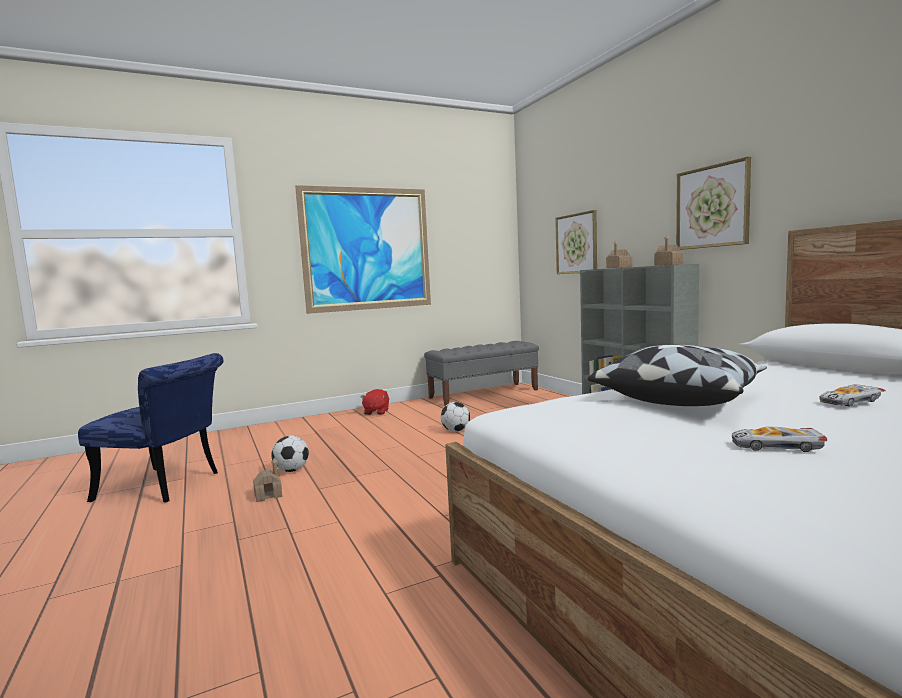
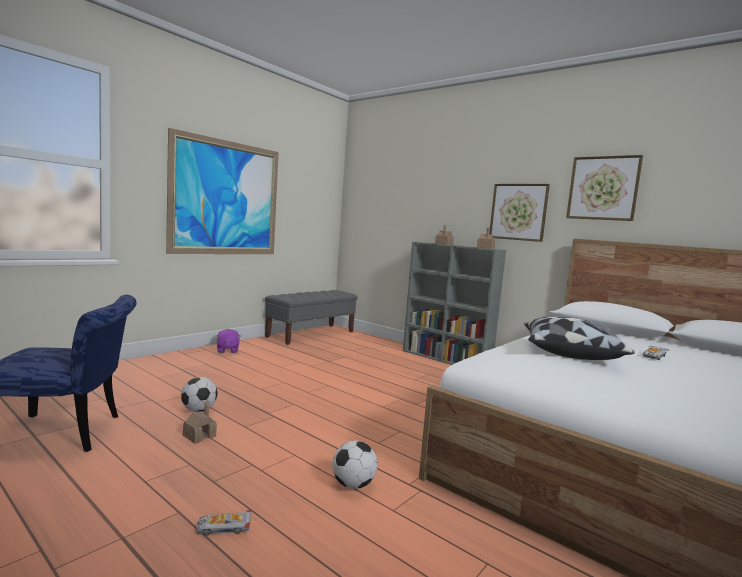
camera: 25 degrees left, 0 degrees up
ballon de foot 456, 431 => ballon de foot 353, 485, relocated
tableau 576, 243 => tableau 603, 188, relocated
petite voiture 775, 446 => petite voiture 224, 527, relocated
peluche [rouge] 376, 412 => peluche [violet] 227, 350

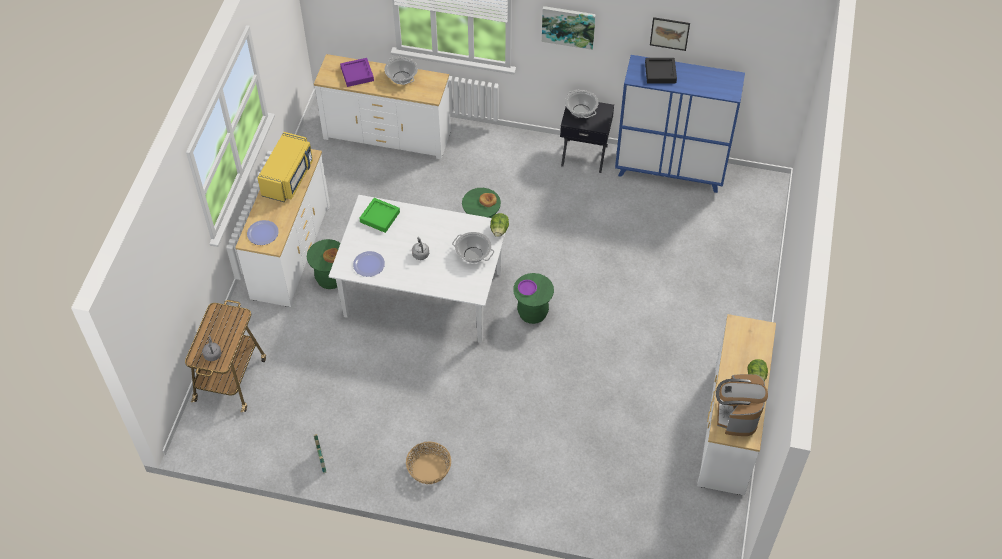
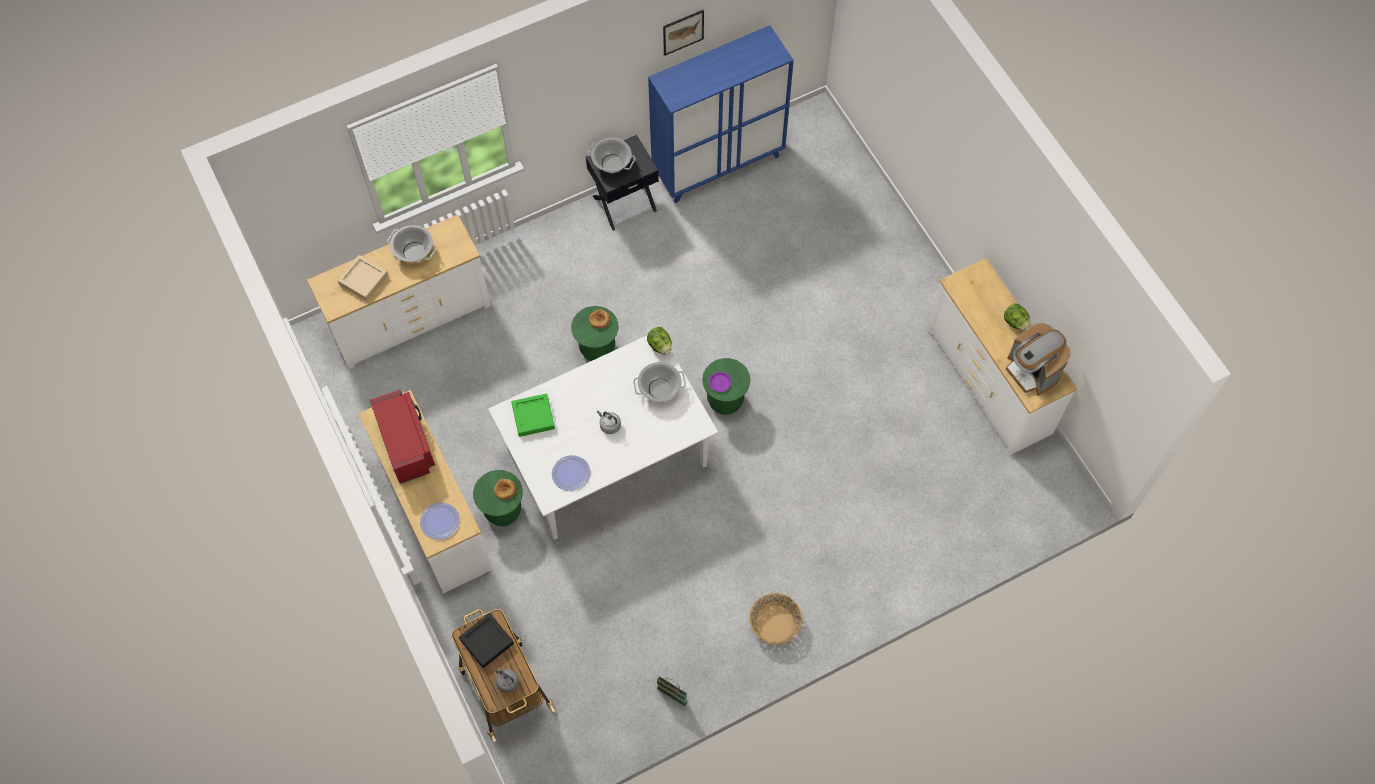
camera: 40 degrees left, 10 degrees up
tableau 568, 26 => nothing
plateau [noir] 660, 73 => plateau [noir] 486, 641, relocated
micro-ondes [jaune] 288, 178 => micro-ondes [rouge] 406, 444
plateau [violet] 357, 74 => plateau [beige] 363, 280

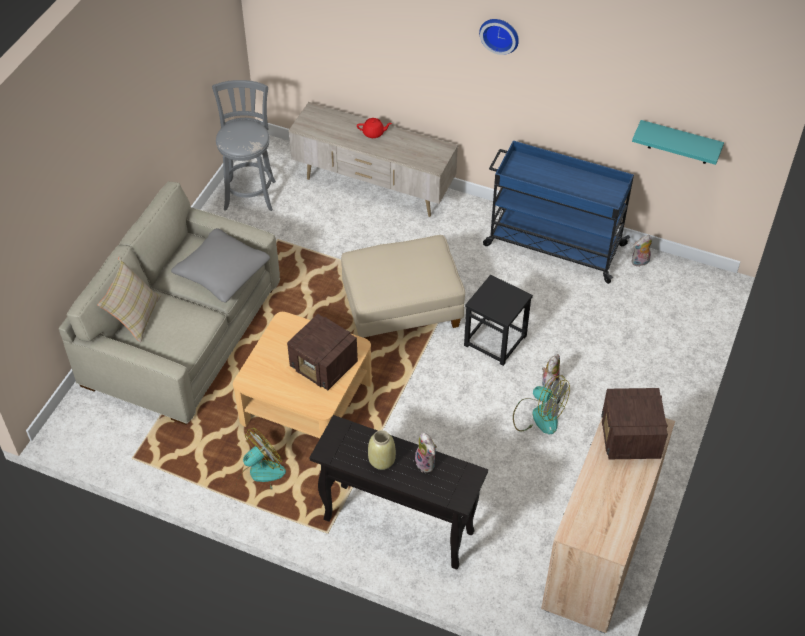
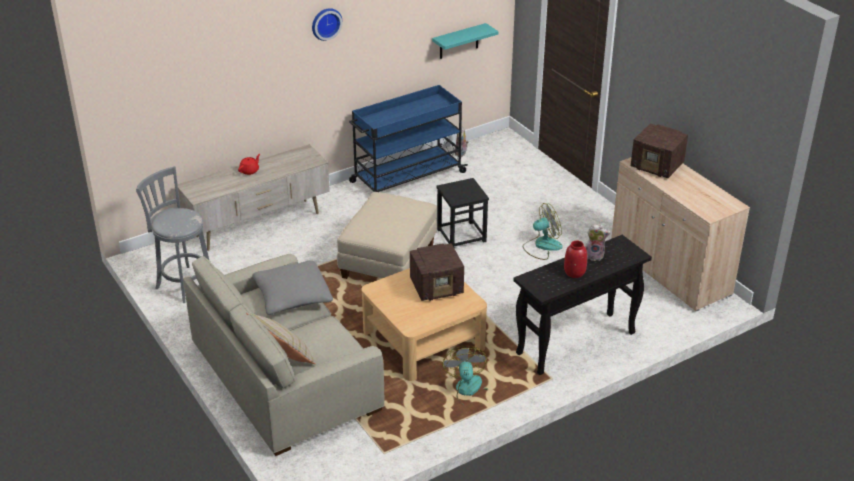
camera: 55 degrees left, 15 degrees down
peluche 549, 382 => nothing
vase [beige] 381, 460 => vase [rouge] 574, 273

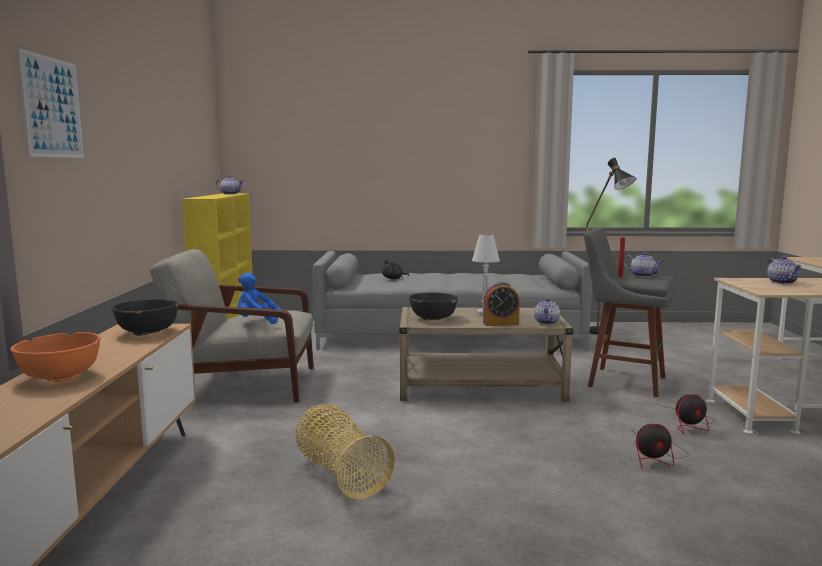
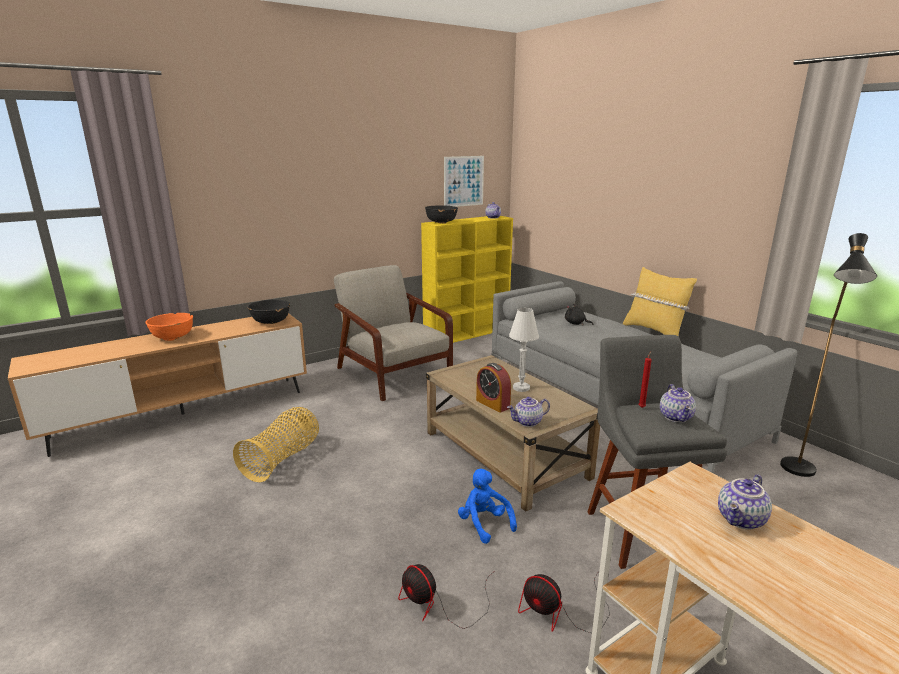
camera: 55 degrees right, 10 degrees up
nothing => coussin [jaune] 654, 331
tableau 52, 107 => tableau 463, 181, relocated
peluche [bleu] 257, 321 => peluche [bleu] 484, 523, relocated
bol [noir] 433, 318 => bol [noir] 441, 222, relocated

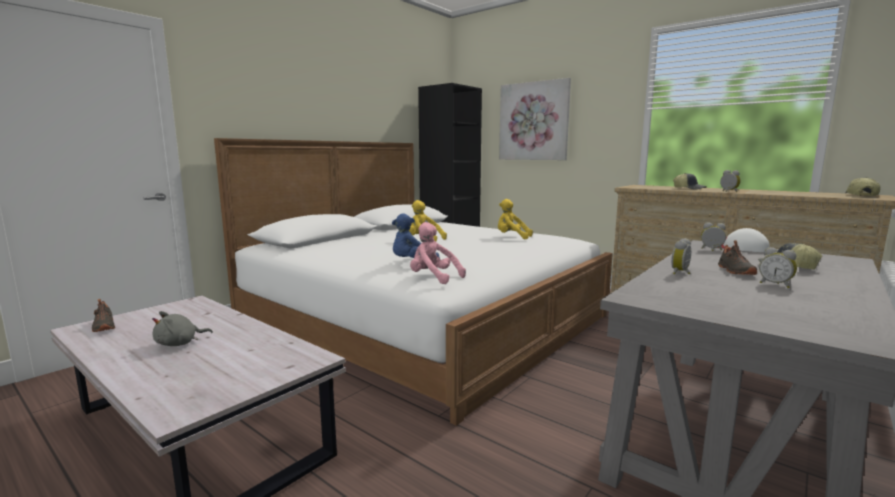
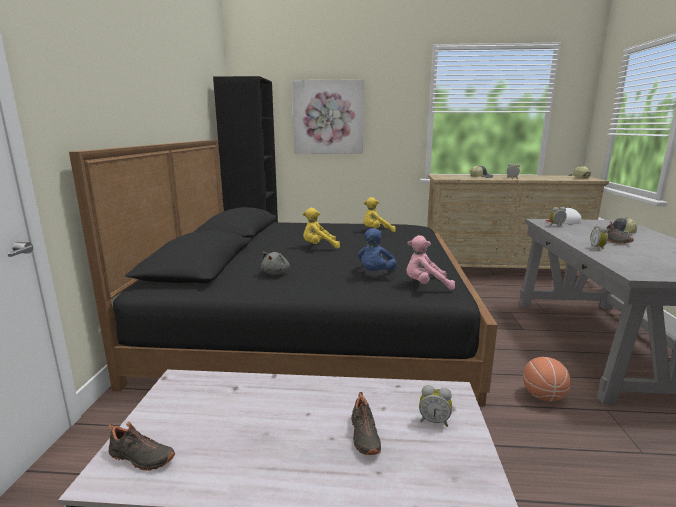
camera: 35 degrees left, 5 degrees up
nothing => chaussure [noir] 363, 436
nothing => ballon de basket 543, 396
peluche [gris] 179, 343 => peluche [gris] 276, 273, relocated
réveil 775, 285 => réveil 434, 421, relocated
lit [blanc] 423, 318 => lit [noir] 314, 322

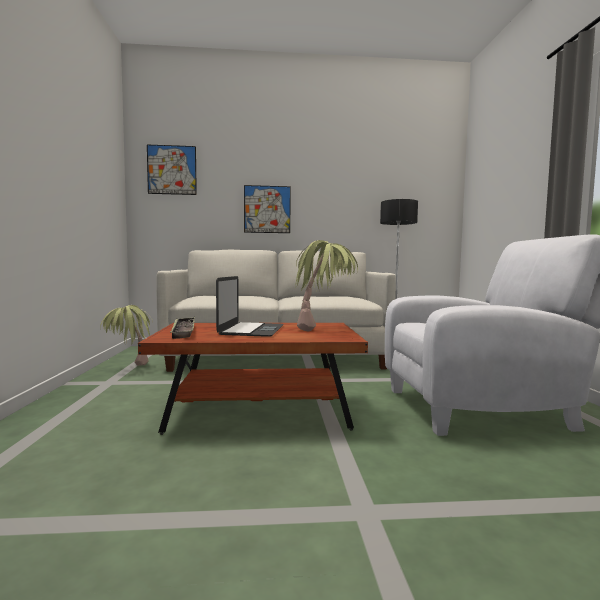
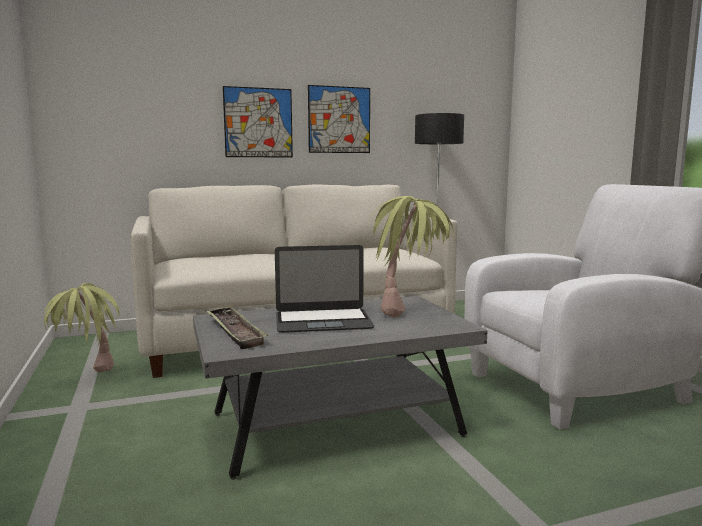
camera: 15 degrees left, 5 degrees up
tableau 172, 170 => tableau 339, 120, relocated
table basse [marron] 259, 411 => table basse [gris] 334, 425
ordinateur portable 252, 330 => ordinateur portable 323, 320, 90 degrees clockwise

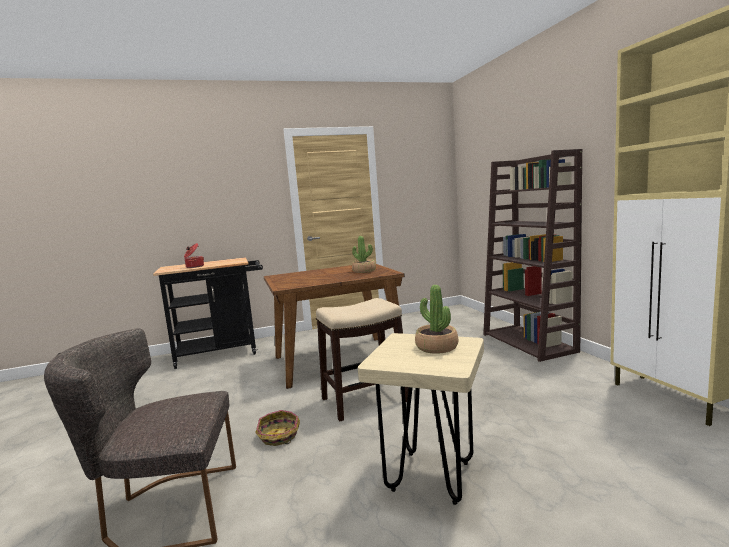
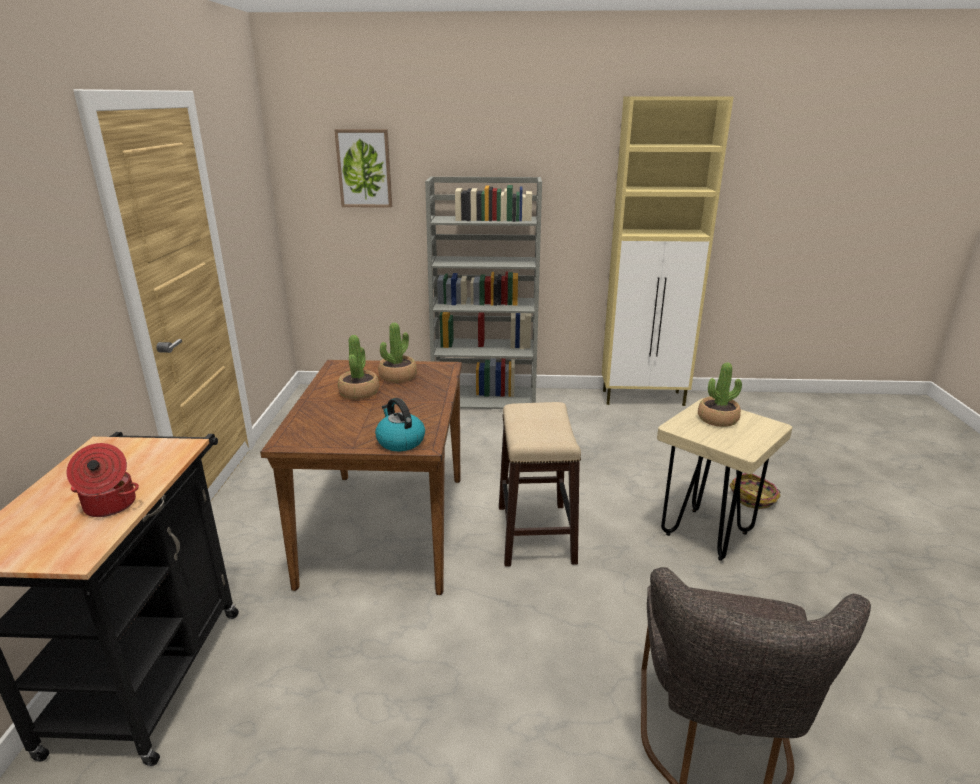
camera: 70 degrees left, 15 degrees up
nothing => tableau 364, 168
nothing => plante en pot 359, 392
nothing => bouilloire 400, 441
panier 279, 436 => panier 754, 499, relocated
bibliothèque [marron] 529, 343 => bibliothèque [gris] 486, 399

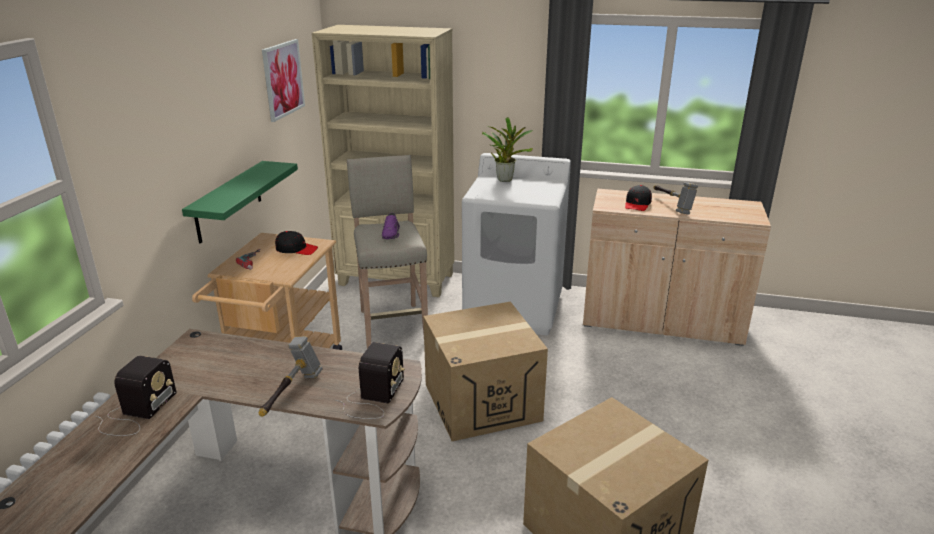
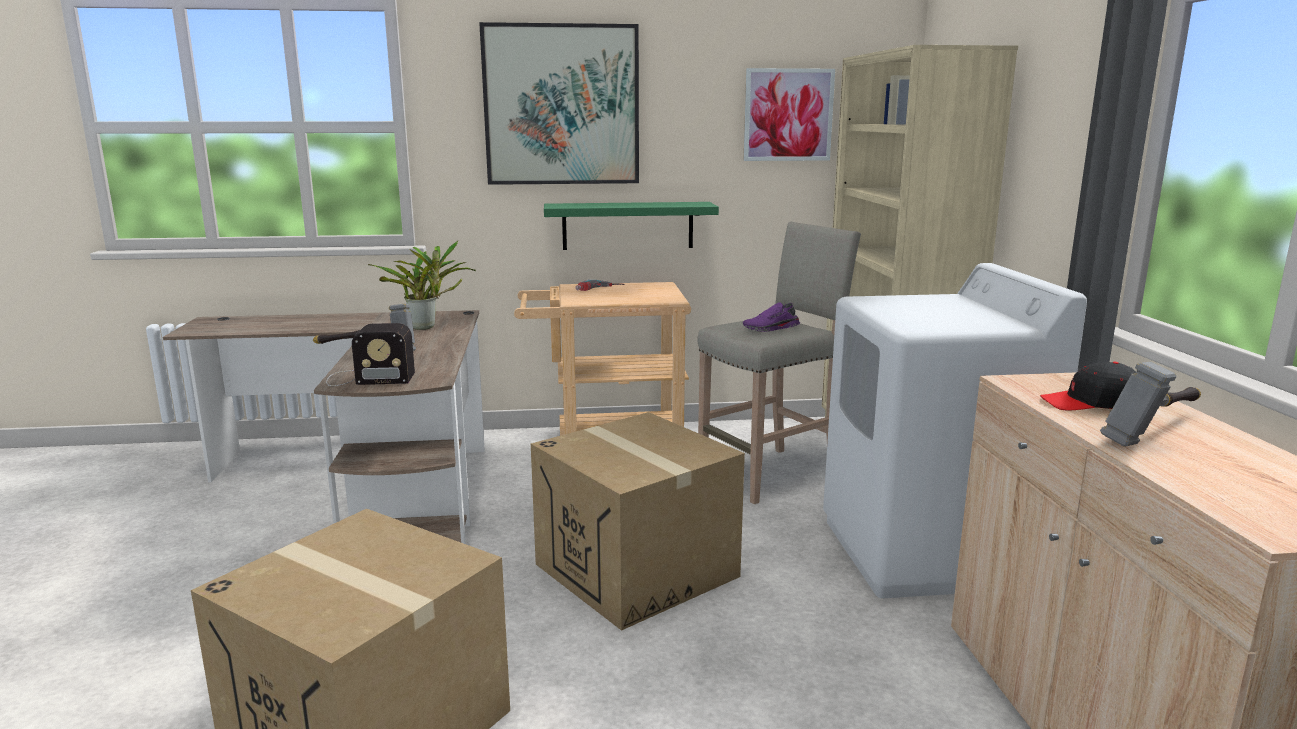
camera: 70 degrees right, 10 degrees down
radio 136, 413 => nothing
casquette [noir] 296, 249 => nothing
nothing => tableau 561, 105
plante en pot 505, 179 => plante en pot 426, 327, relocated

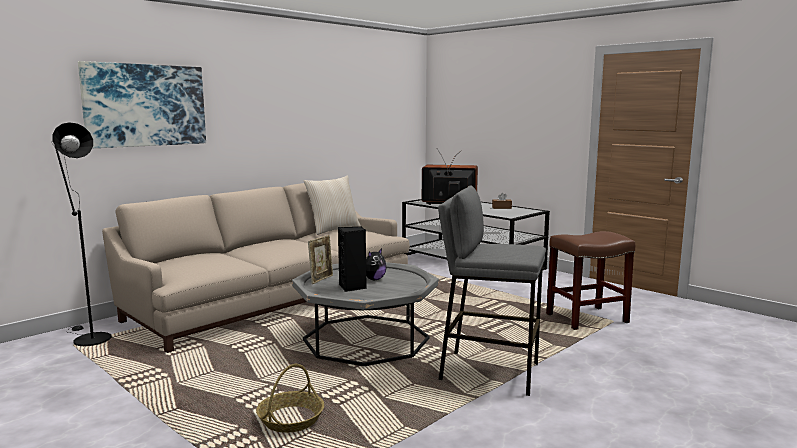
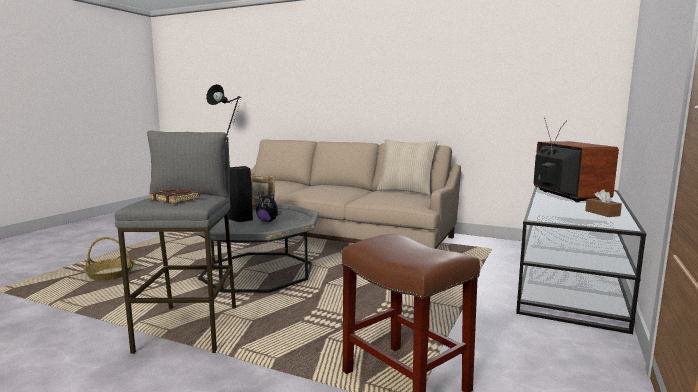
camera: 70 degrees right, 0 degrees up
tableau 145, 105 => nothing
nothing => livre [marron] 176, 199

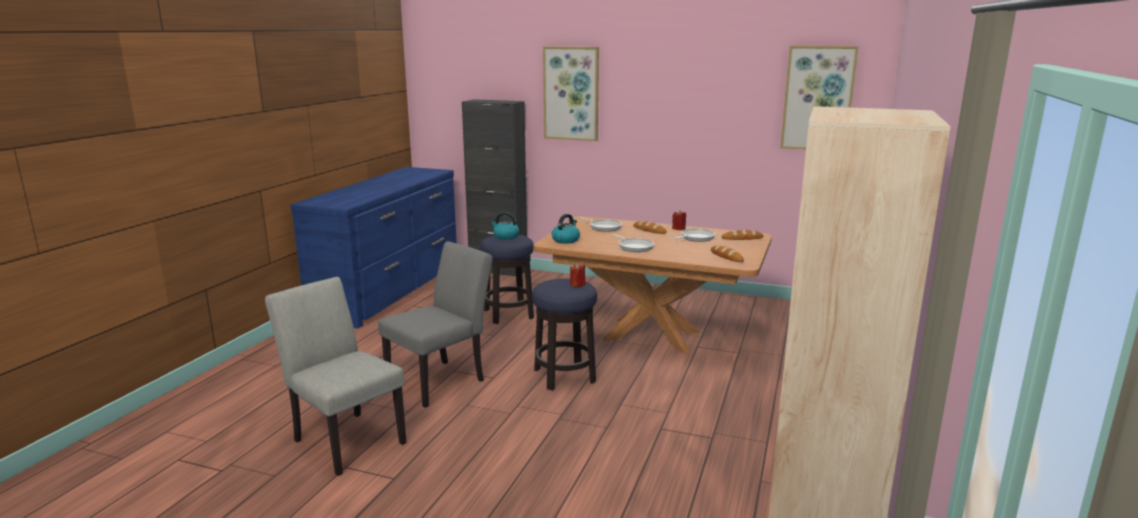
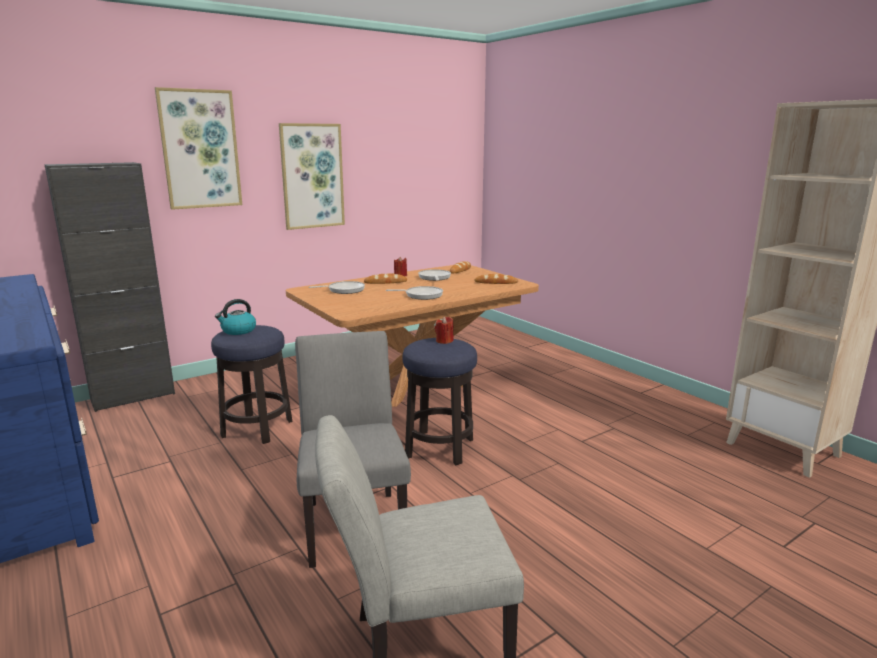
camera: 55 degrees left, 0 degrees up
bouilloire 566, 240 => nothing
tableau 818, 98 => tableau 312, 176, relocated

